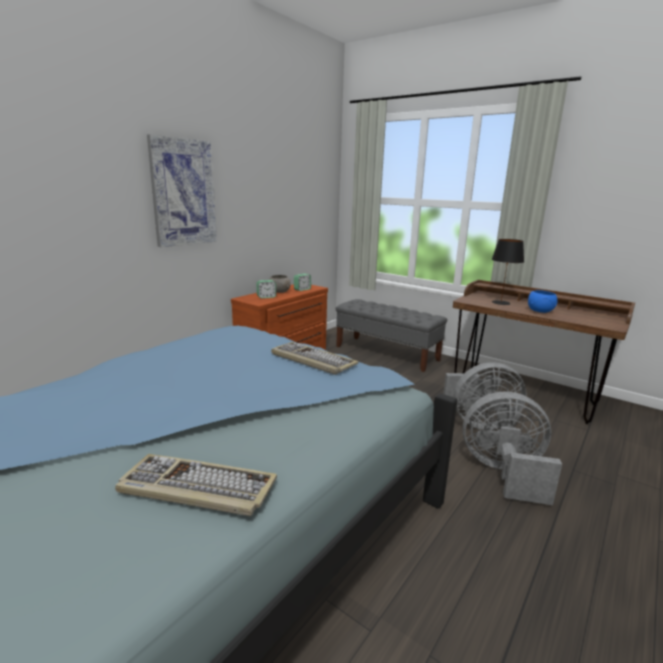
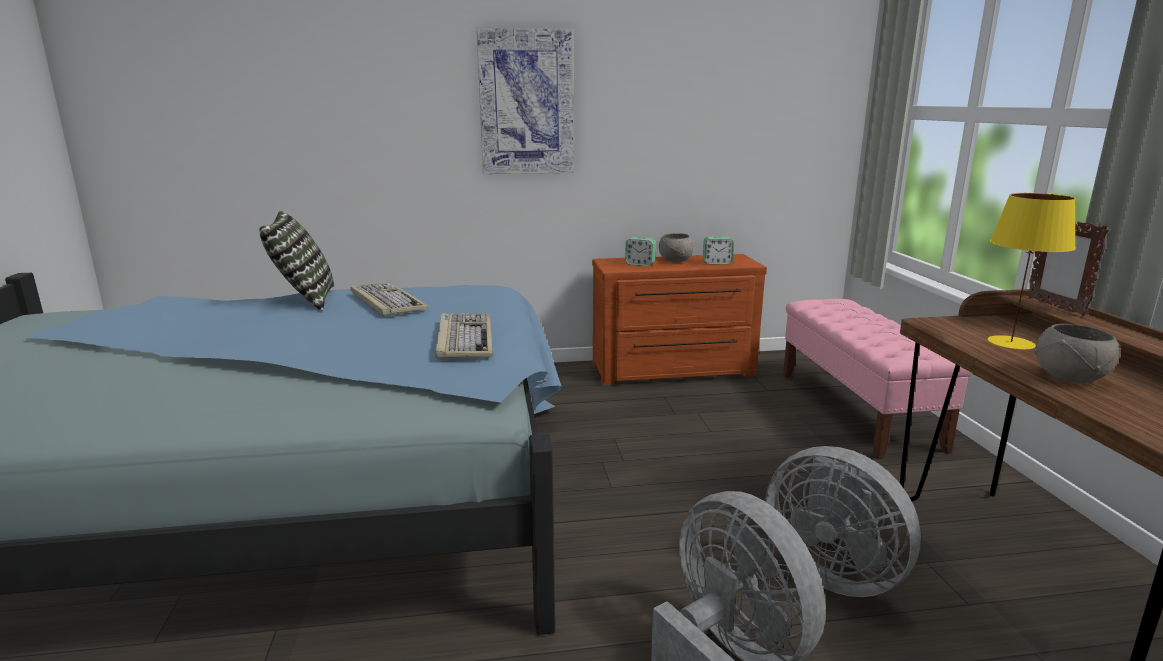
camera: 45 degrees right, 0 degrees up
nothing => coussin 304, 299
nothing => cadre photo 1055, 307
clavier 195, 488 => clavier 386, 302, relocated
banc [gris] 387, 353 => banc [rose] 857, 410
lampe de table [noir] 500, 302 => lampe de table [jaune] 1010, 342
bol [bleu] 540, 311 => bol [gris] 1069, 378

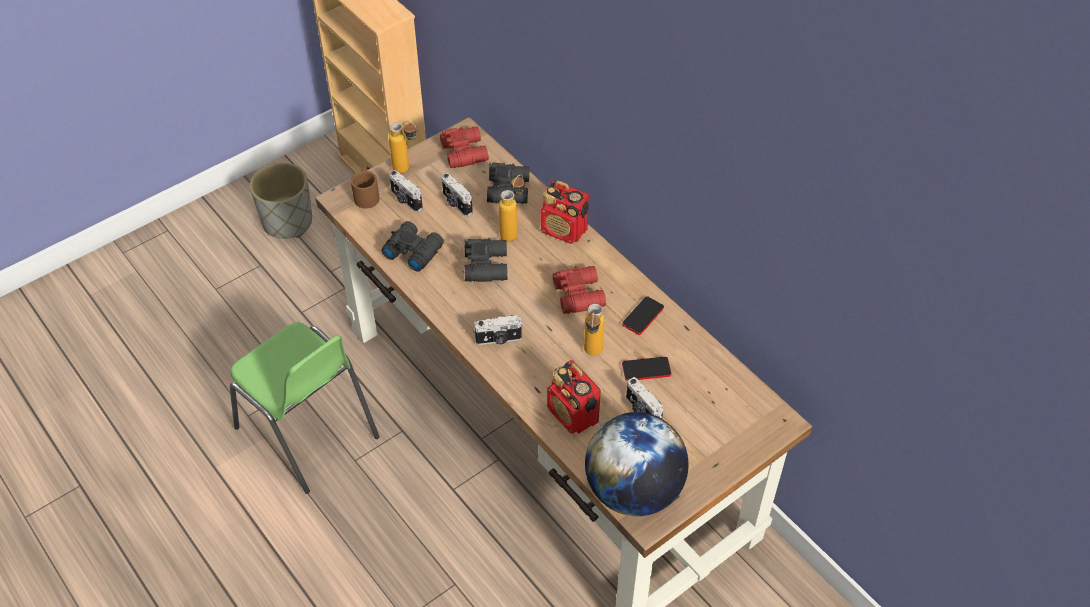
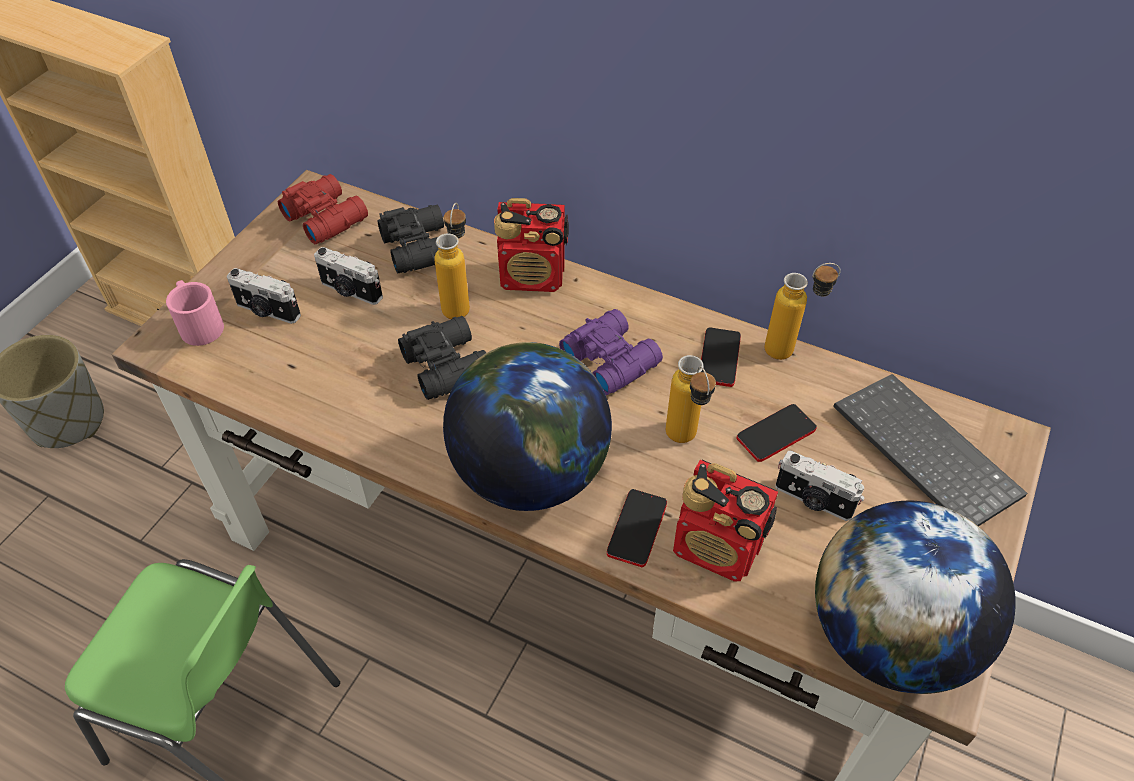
camera: 25 degrees left, 0 degrees up
jumelles [noir] 413, 250 => nothing
nothing => téléphone 637, 528
nothing => clavier 920, 452
bouteille 407, 170 => bouteille 790, 349, relocated
appareil photo 498, 340 => globe 530, 472
mug [marron] 366, 195 => mug [rose] 198, 323
jumelles [rouge] 580, 294 => jumelles [violet] 610, 358

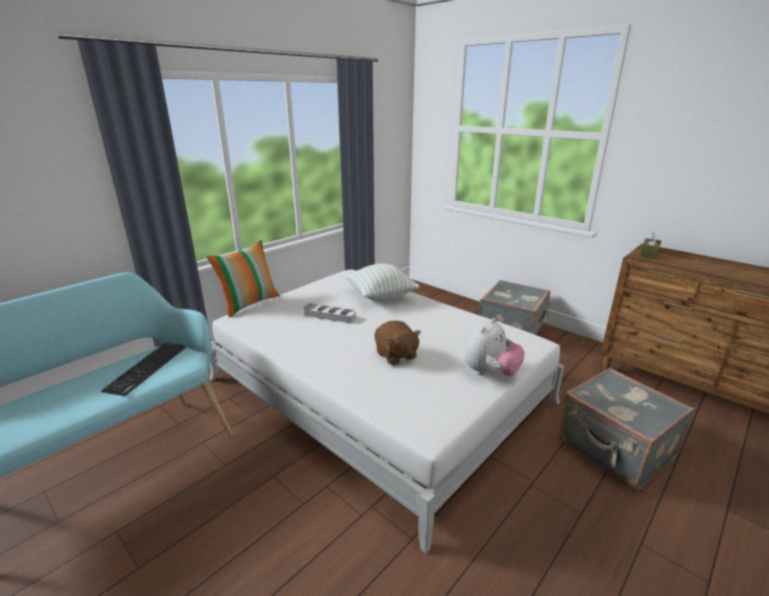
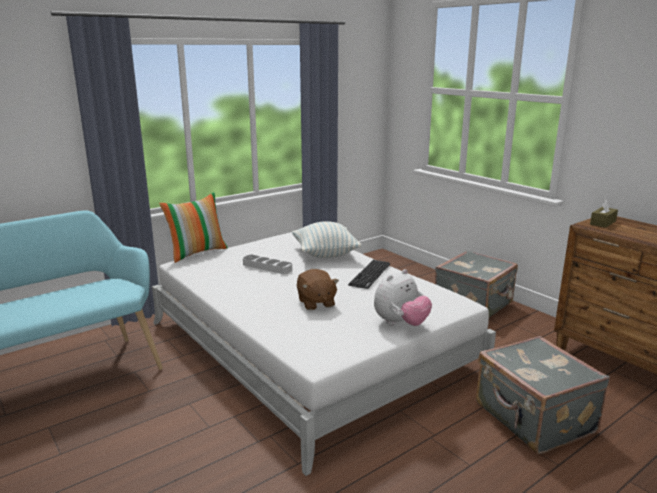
camera: 10 degrees right, 5 degrees down
clavier 147, 368 => clavier 370, 274, relocated

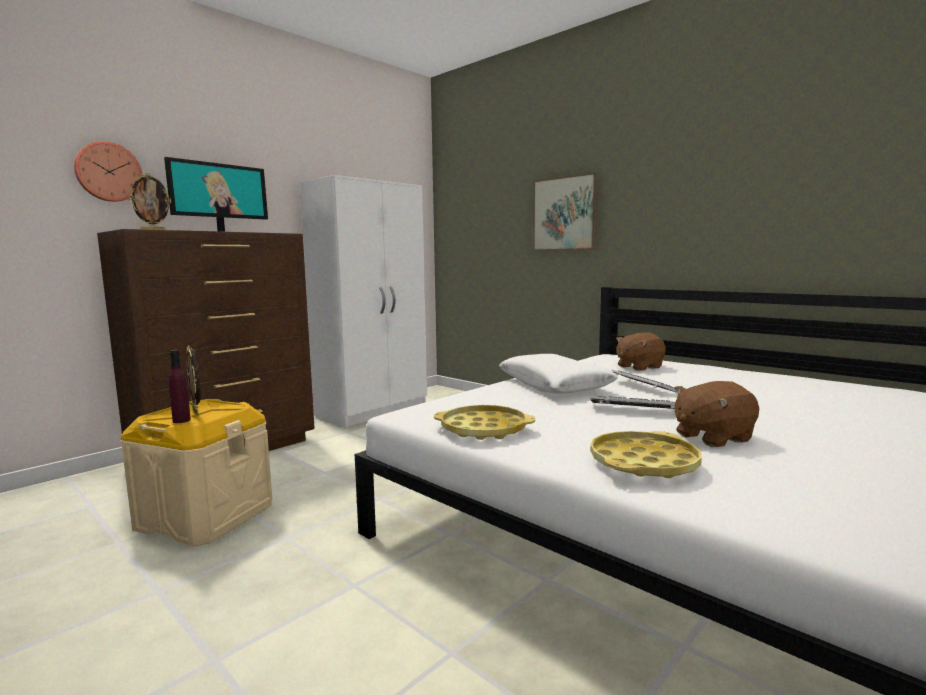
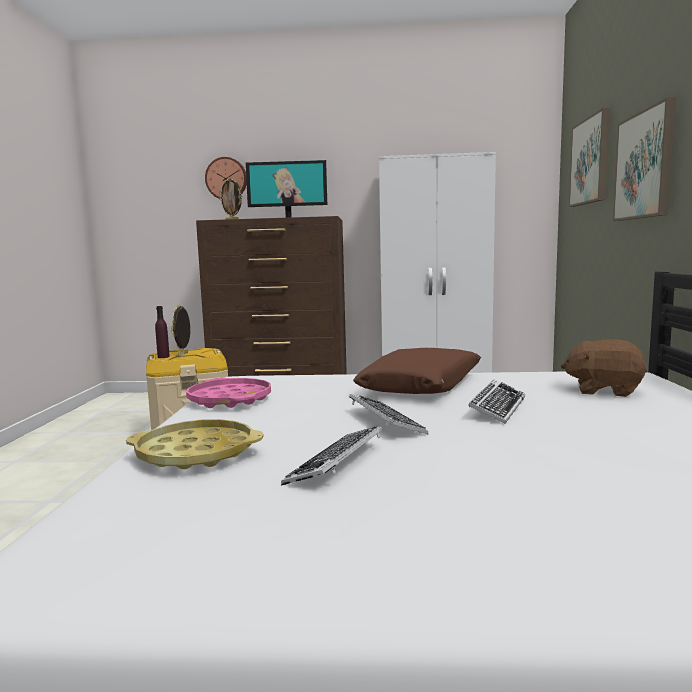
camera: 50 degrees right, 0 degrees up
nothing => tableau 590, 161
peluche [marron] 712, 437 => clavier 337, 463
plateau [jaune] 483, 429 => plateau [rose] 230, 399
coussin [blanc] 554, 385 => coussin [marron] 422, 385

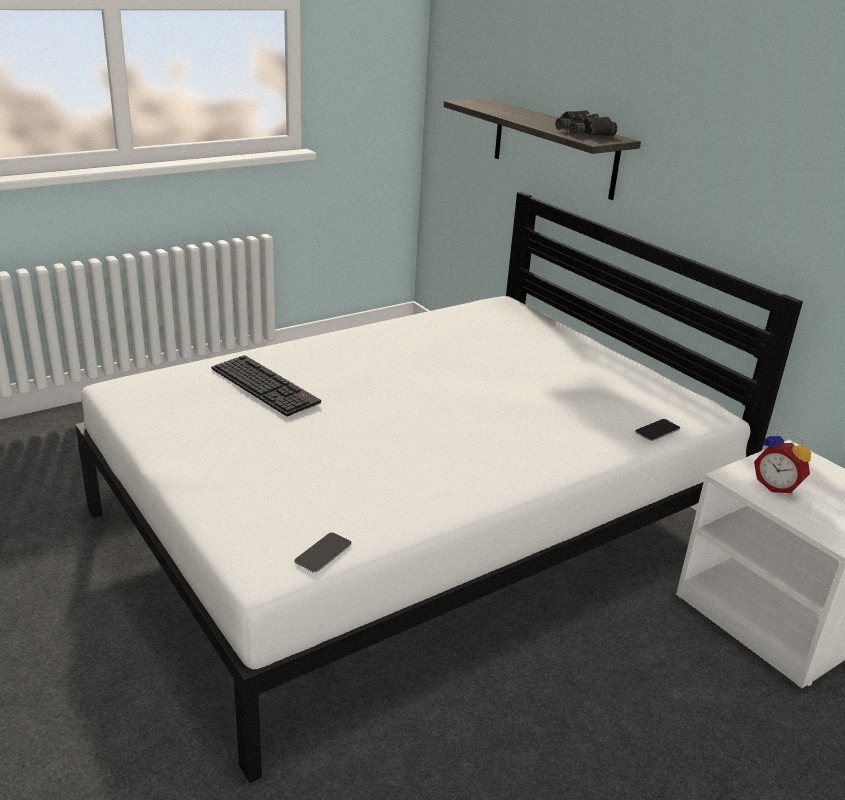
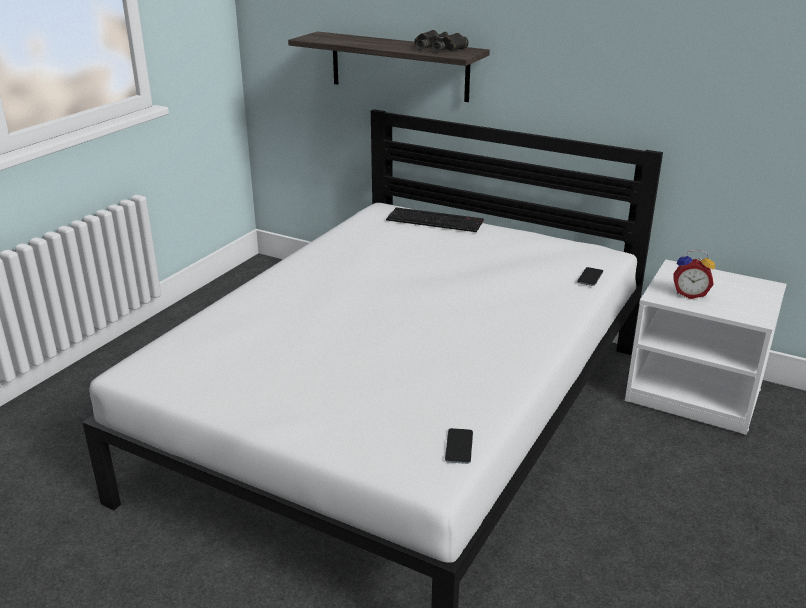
camera: 25 degrees left, 0 degrees up
clavier 267, 385 => clavier 436, 220, relocated

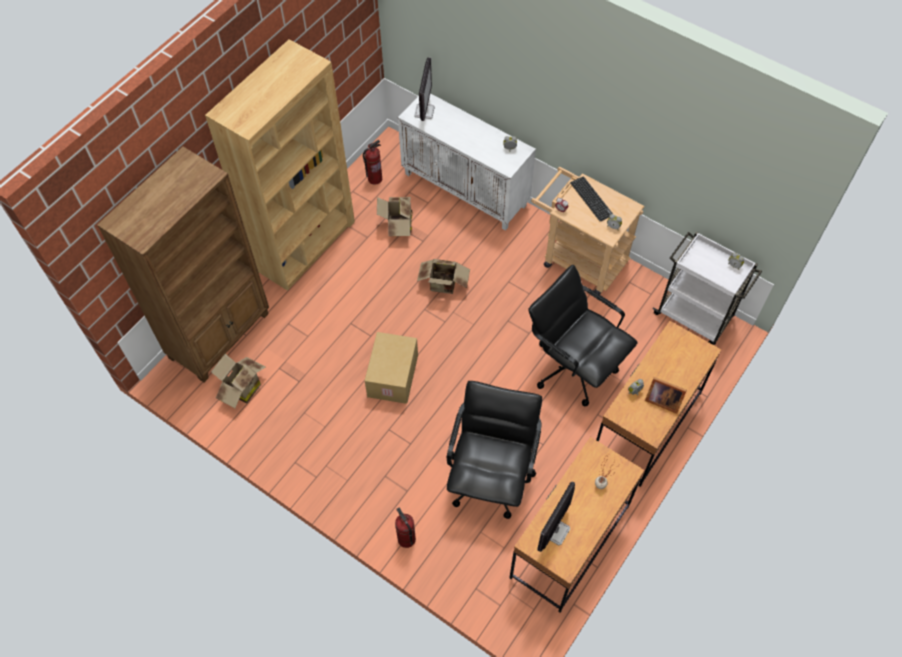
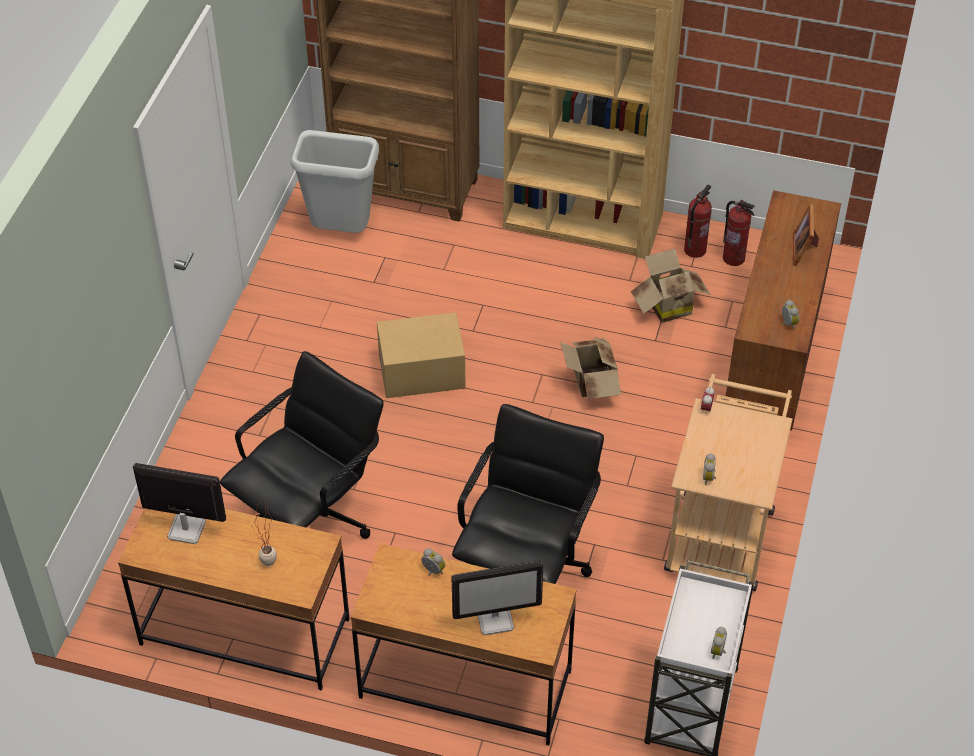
camera: 70 degrees right, 10 degrees down
clavier 591, 199 => nothing
extincteur 406, 539 => extincteur 694, 249, relocated
écran d'ordinateur 424, 111 => écran d'ordinateur 496, 619, relocated
cadre photo 662, 399 => cadre photo 804, 249, relocated
carton 241, 389 => poubelle [gris] 340, 232
meuble de rangement [blanc] 466, 190 => meuble de rangement [marron] 773, 363
chaise de bureau [noir] 491, 477 => chaise de bureau [noir] 311, 518, 45 degrees counterclockwise

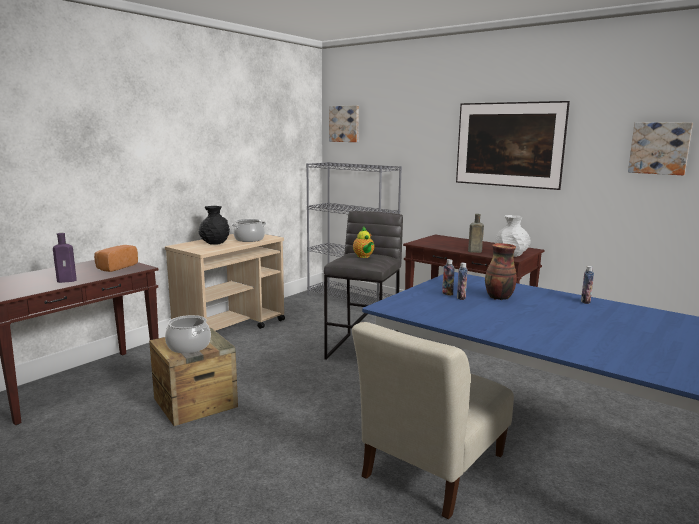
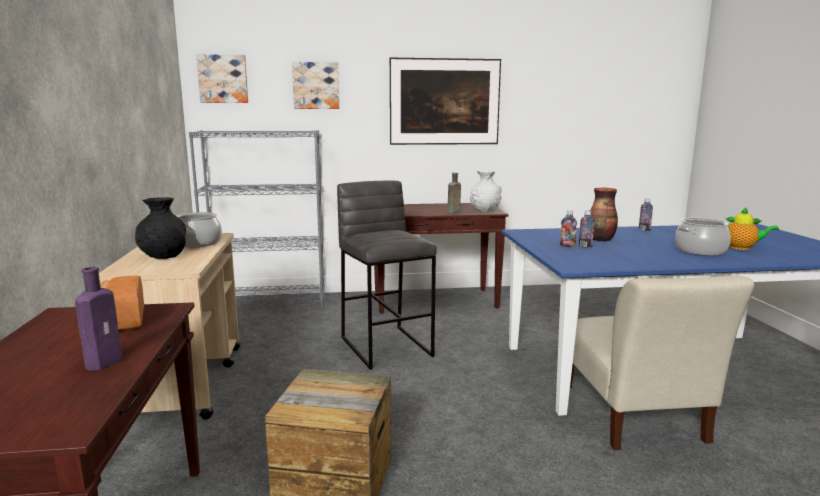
camera: 45 degrees left, 0 degrees up
marmite 188, 346 => marmite 700, 251, relocated
théière 364, 256 => théière 742, 248, relocated
tableau 659, 148 => tableau 316, 85, relocated

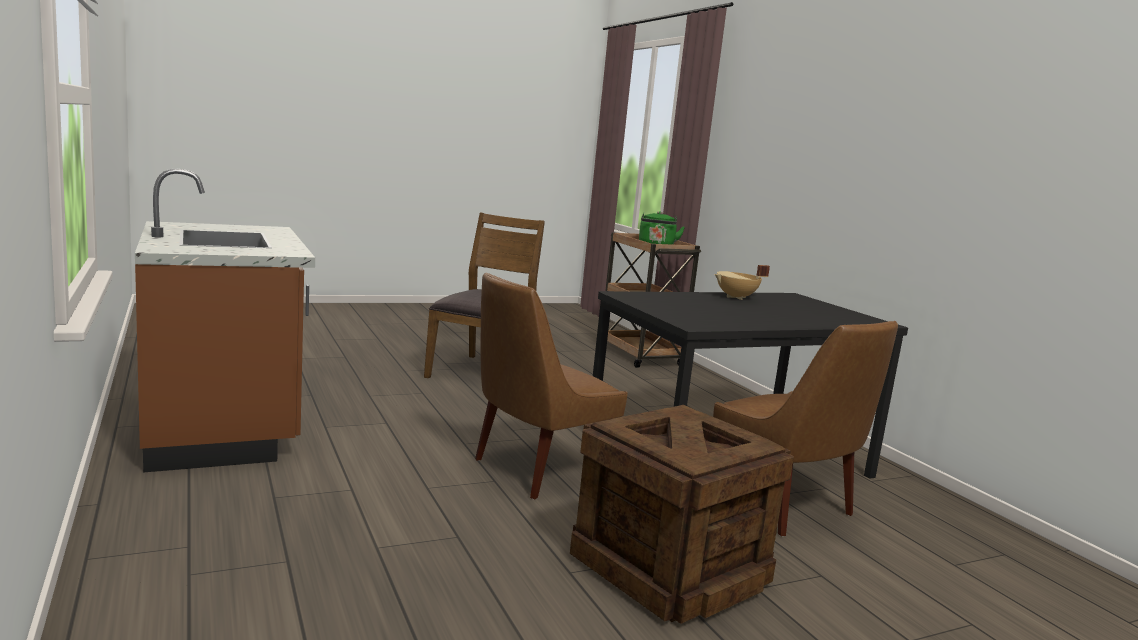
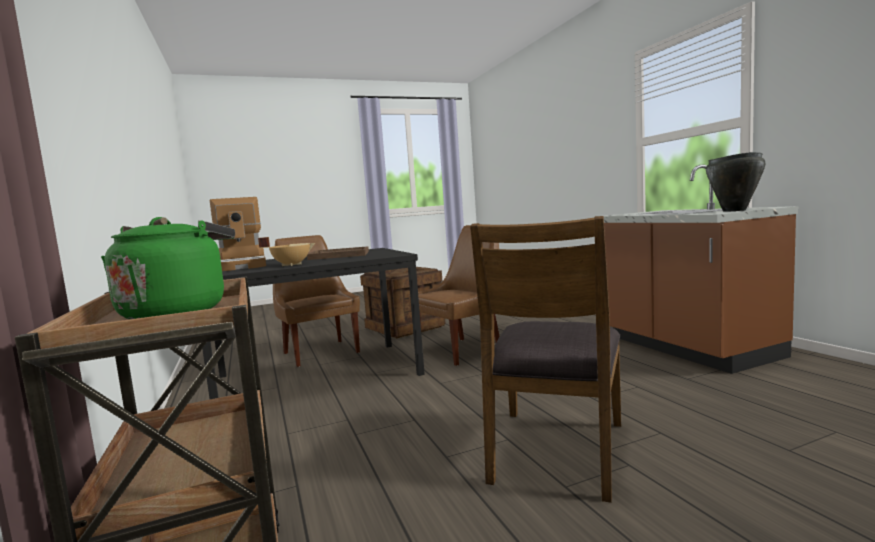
camera: 175 degrees left, 5 degrees down
nothing => machine à café 243, 265
nothing => plateau [marron] 339, 255
nothing => marmite [noir] 734, 210

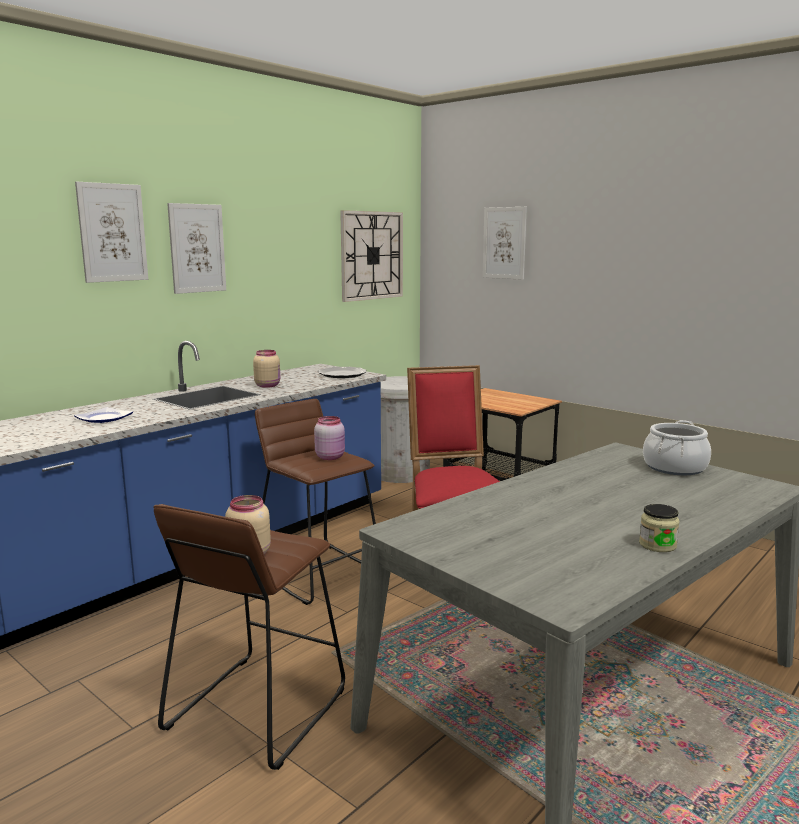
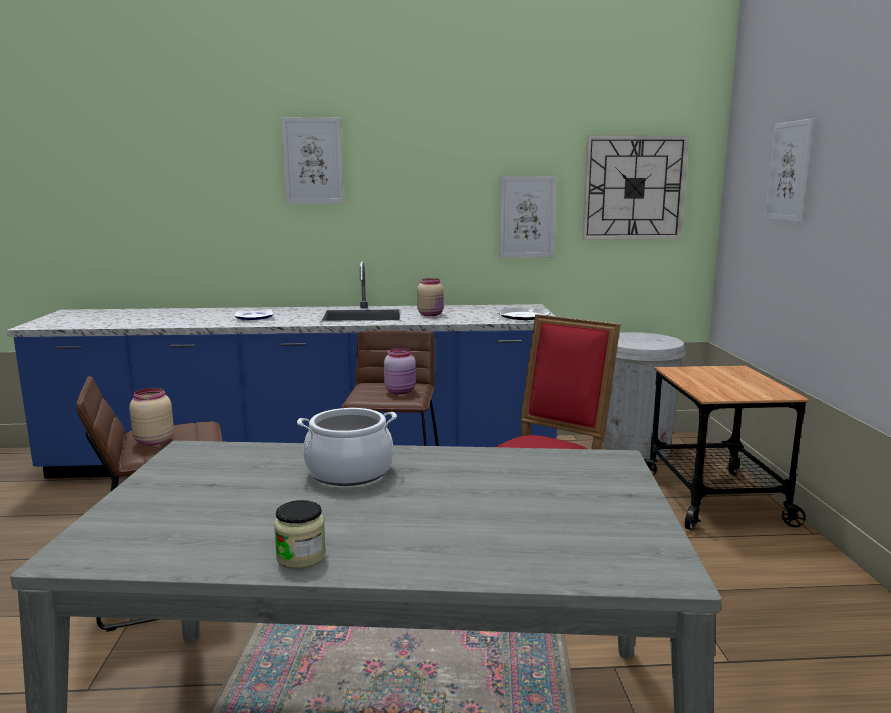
camera: 45 degrees right, 0 degrees up
tableau 197, 248 => tableau 527, 217, relocated
marmite 675, 467 => marmite 349, 472, relocated

